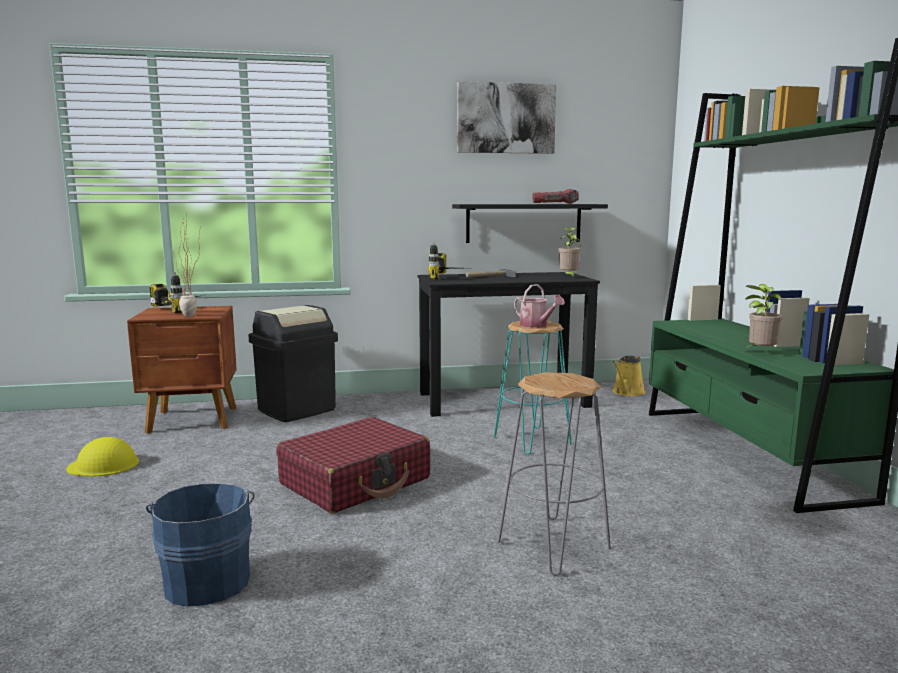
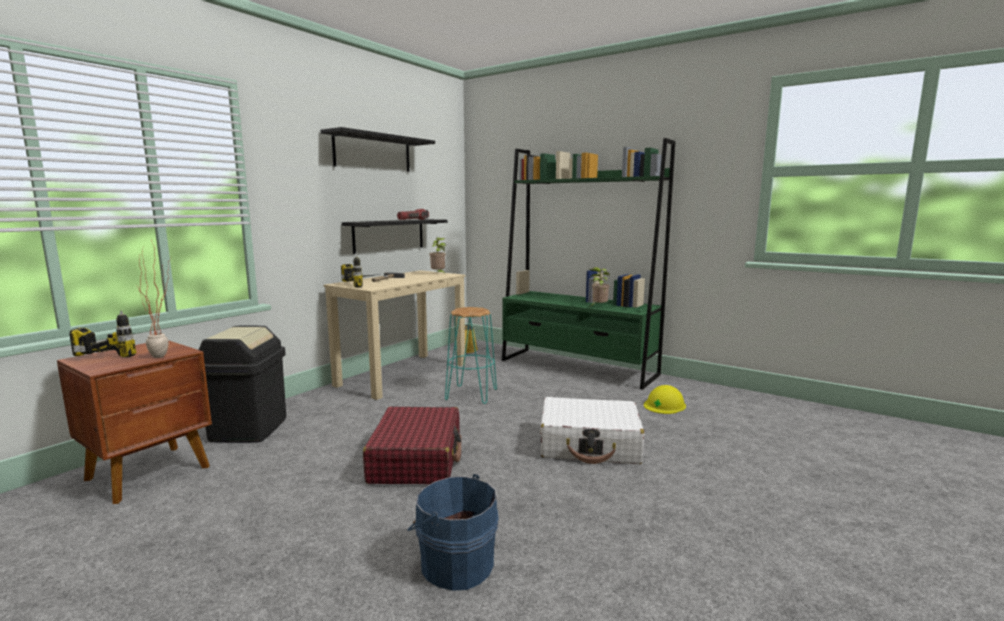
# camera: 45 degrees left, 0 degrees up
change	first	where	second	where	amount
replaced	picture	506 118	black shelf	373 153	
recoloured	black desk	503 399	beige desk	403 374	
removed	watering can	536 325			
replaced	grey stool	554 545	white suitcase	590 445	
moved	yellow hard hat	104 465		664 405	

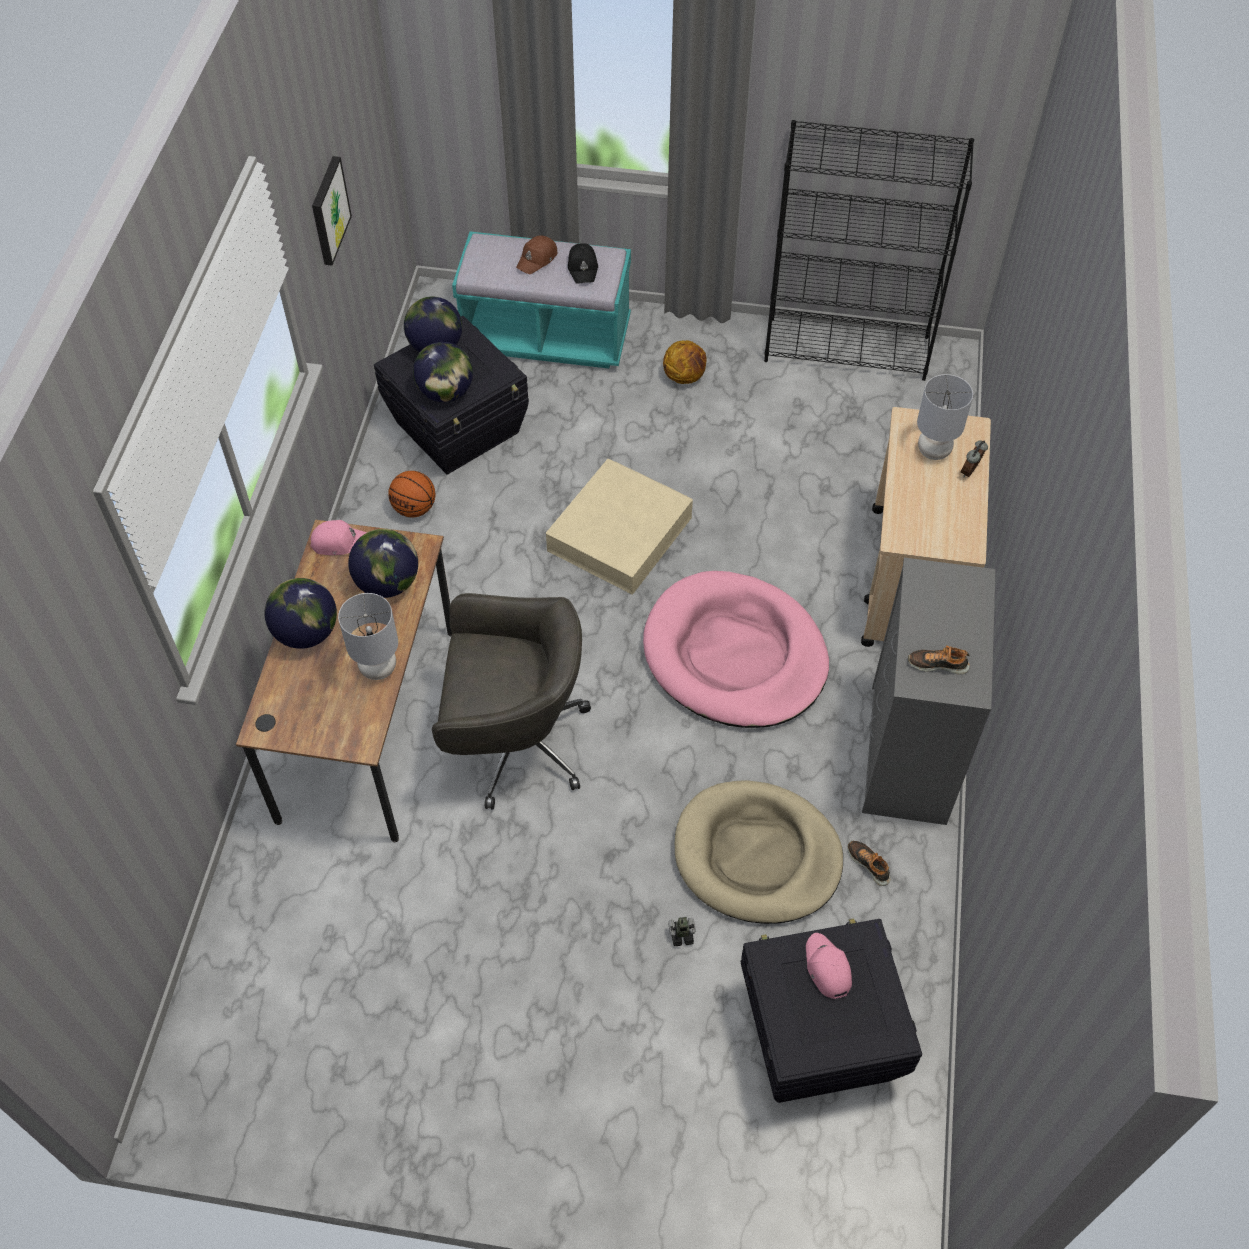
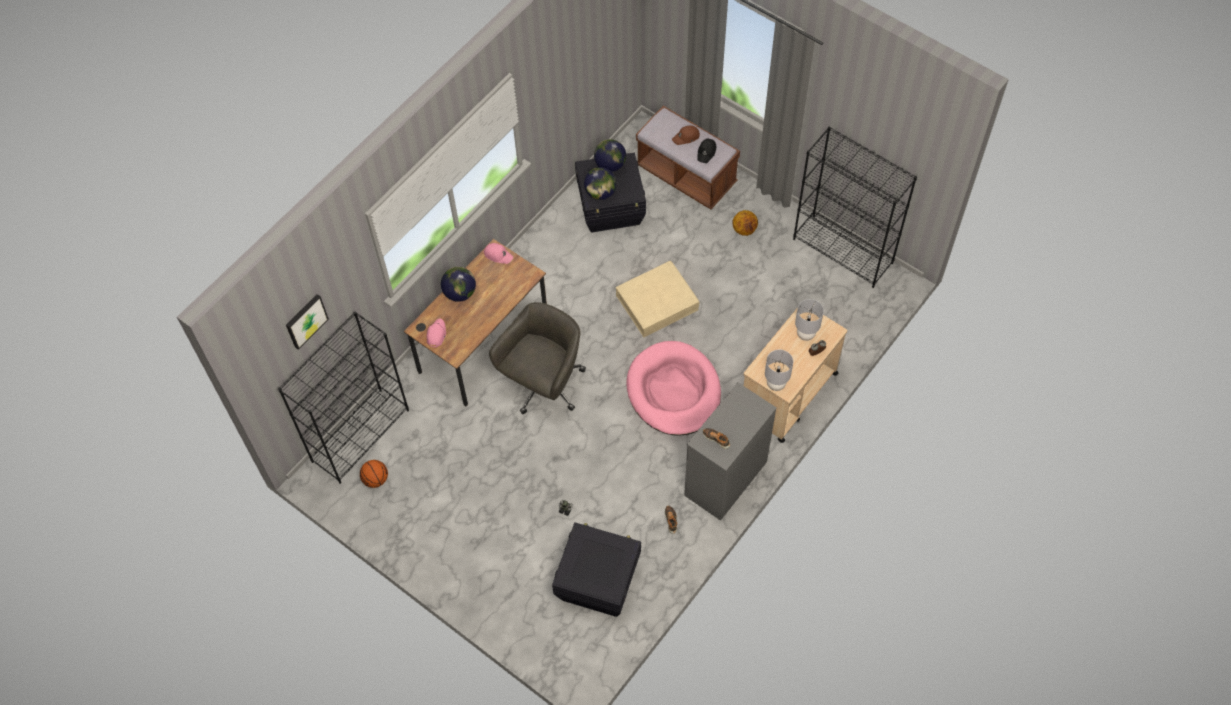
# camera: 30 degrees right, 5 degrees up
change	first	where	second	where	amount
moved	picture	328 210		305 320	
recoloured	turquoise bench	546 337	brown bench	686 175	
moved	basketball	414 508		375 479	
removed	globe	388 583			
moved	grey table lamp	378 669		775 384	
turned	grey office chair	513 742		544 384	90 degrees counterclockwise
removed	beige dog bed	757 856			
moved	pink cap	827 968		436 334	
added			black bookcase	360 435	

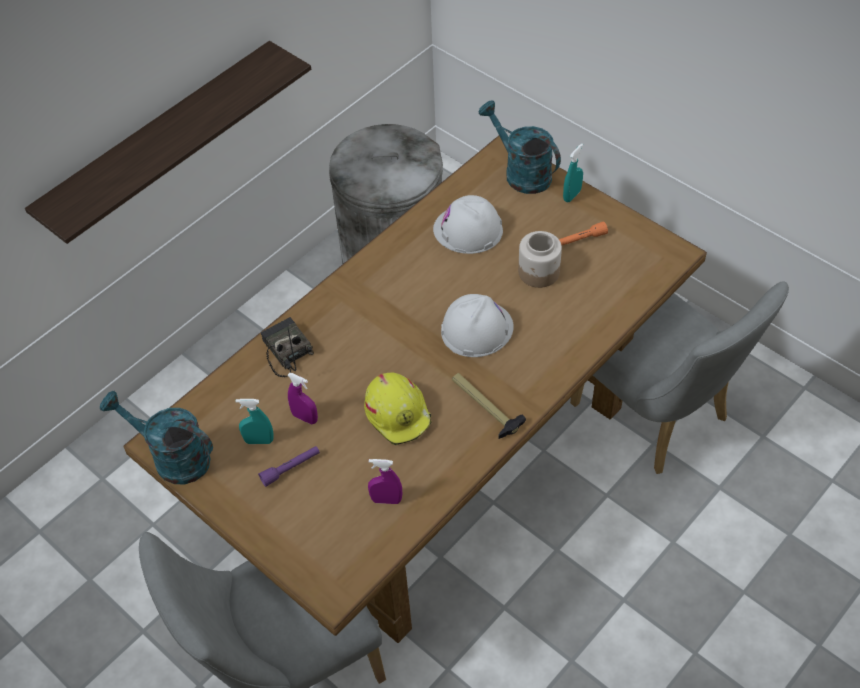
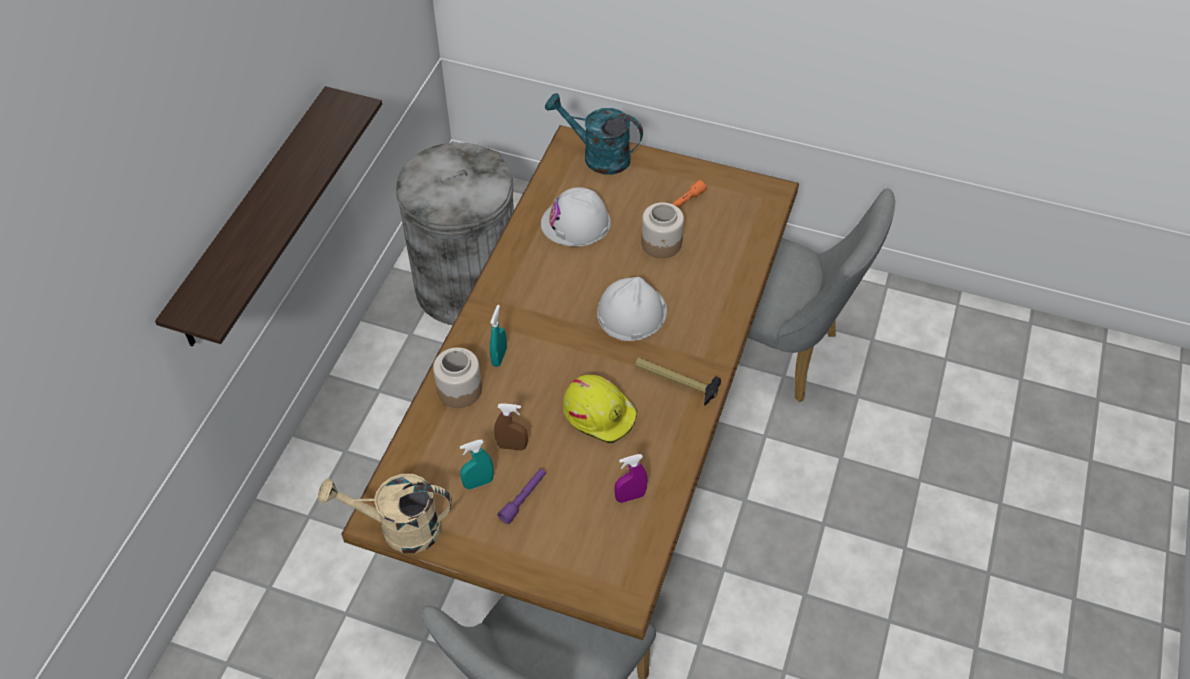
# camera: 25 degrees left, 0 degrees up
change	first	where	second	where	amount
moved	turquoise spray bottle	572 195		499 357	
replaced	radio	285 351	jar	459 389	
recoloured	purple spray bottle	305 417	brown spray bottle	512 446	
recoloured	turquoise watering can	172 457	beige watering can	399 528	

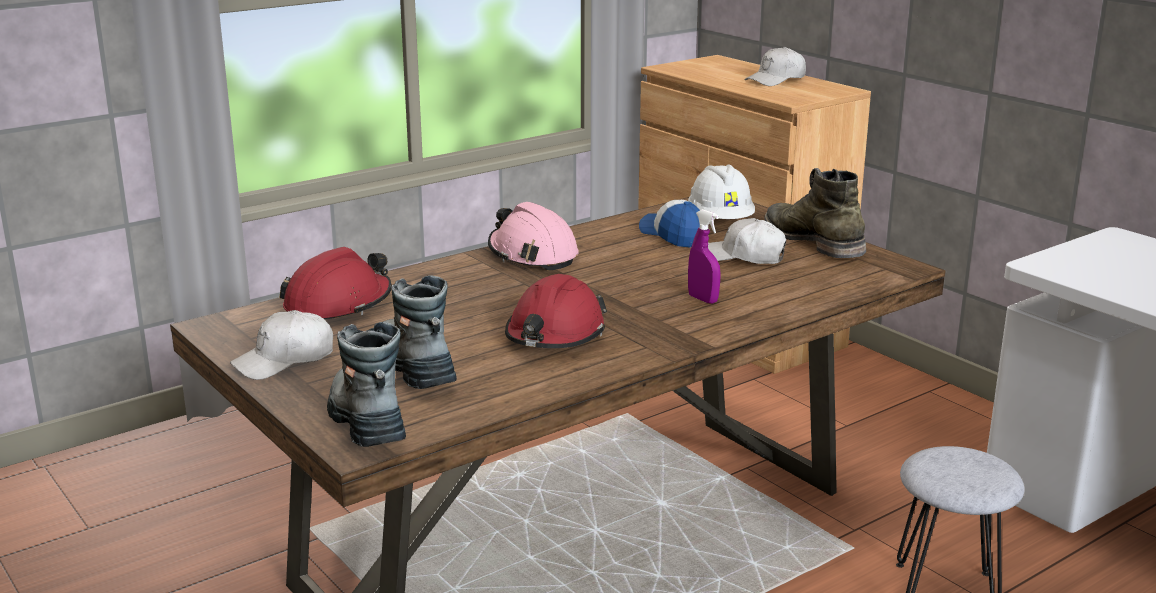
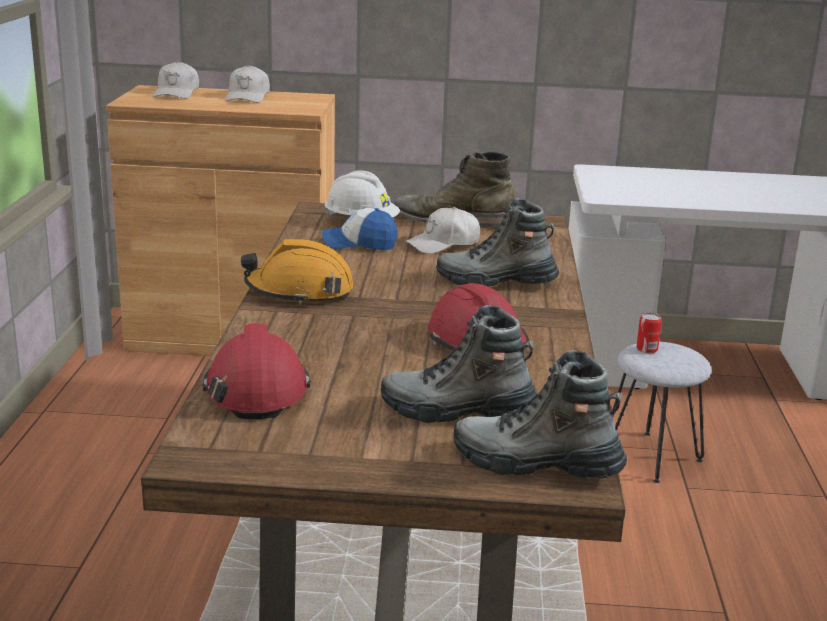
# camera: 50 degrees left, 0 degrees up
change	first	where	second	where	amount
recoloured	pink hard hat	532 255	orange hard hat	299 292	
replaced	purple spray bottle	703 299	boot	496 281	
moved	white cap	285 360		177 93	
added			can	647 349	

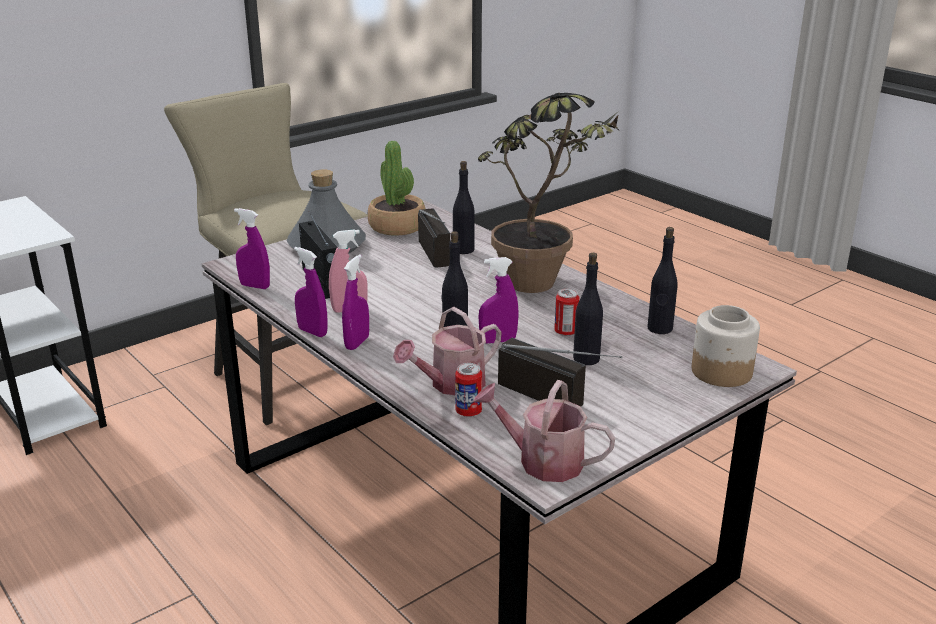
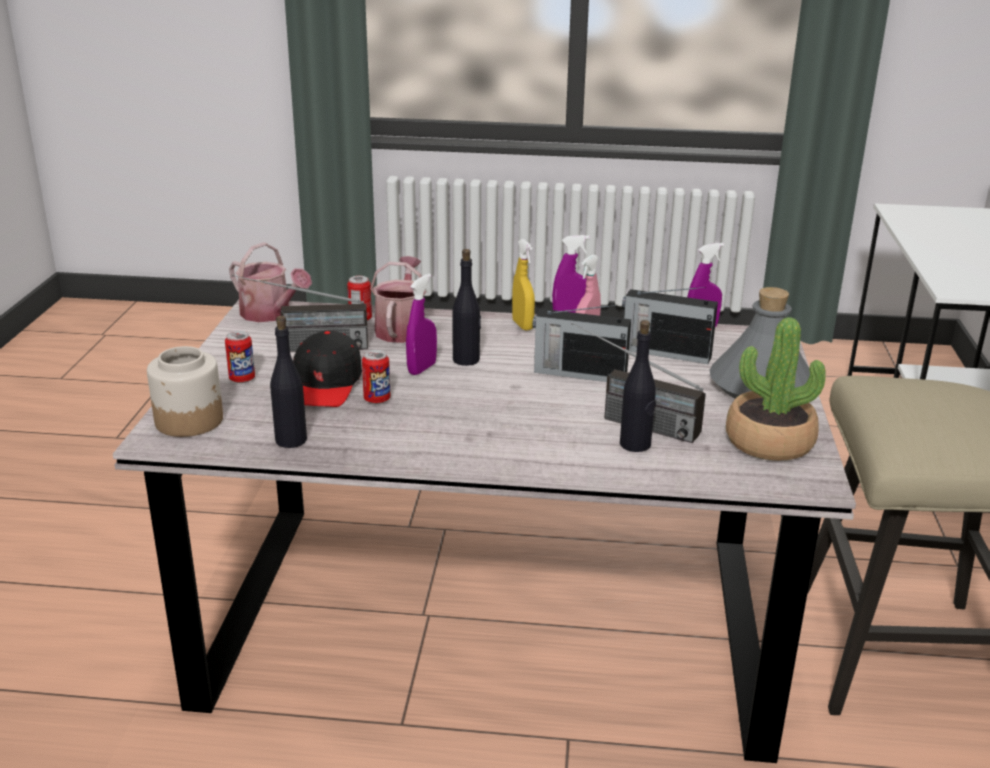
# camera: 135 degrees right, 0 degrees up
change	first	where	second	where	amount
removed	potted plant	542 289			
replaced	black bottle	586 359	black cap	325 384	
recoloured	purple spray bottle	357 343	yellow spray bottle	522 325	
turned	watering can	542 461		270 314	60 degrees clockwise
added			radio	578 373	
added			can	242 379	

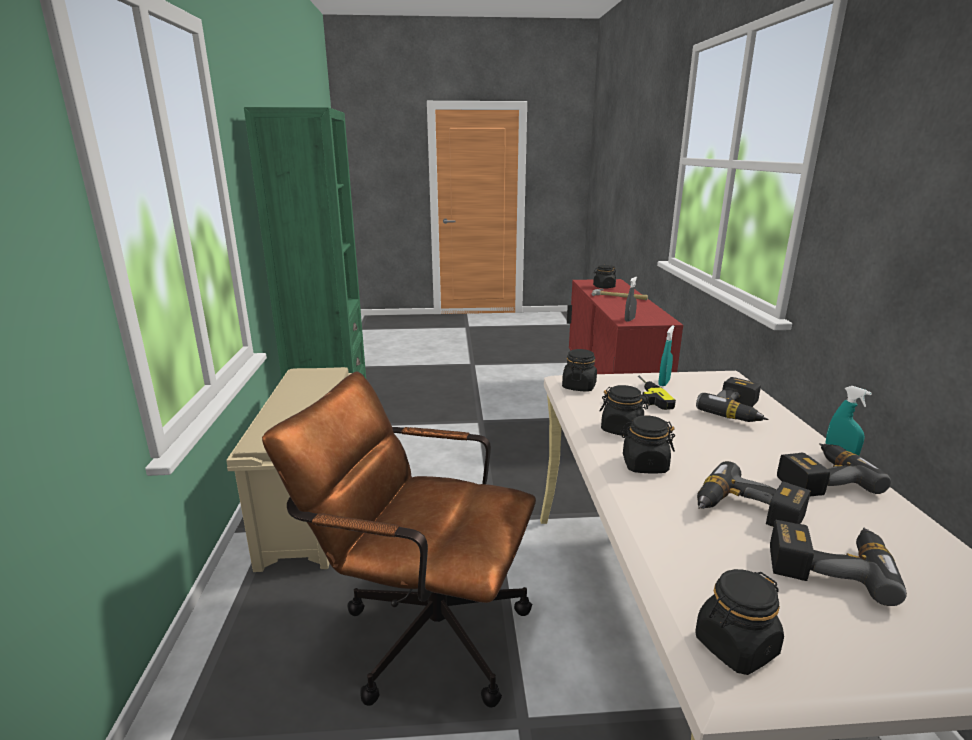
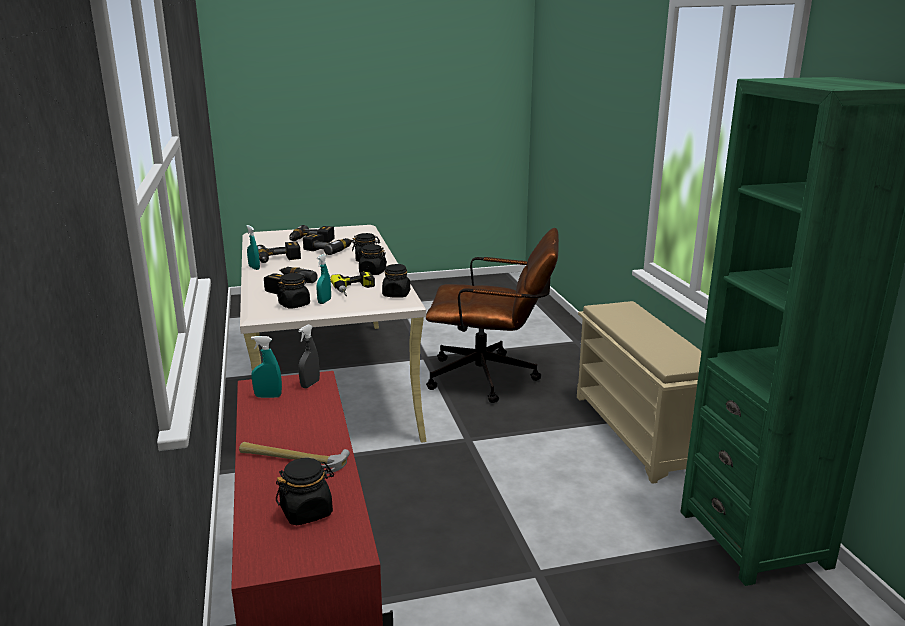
# camera: 170 degrees right, 0 degrees up
change	first	where	second	where	amount
moved	black jar	735 646		294 304	
added			turquoise spray bottle	268 396	

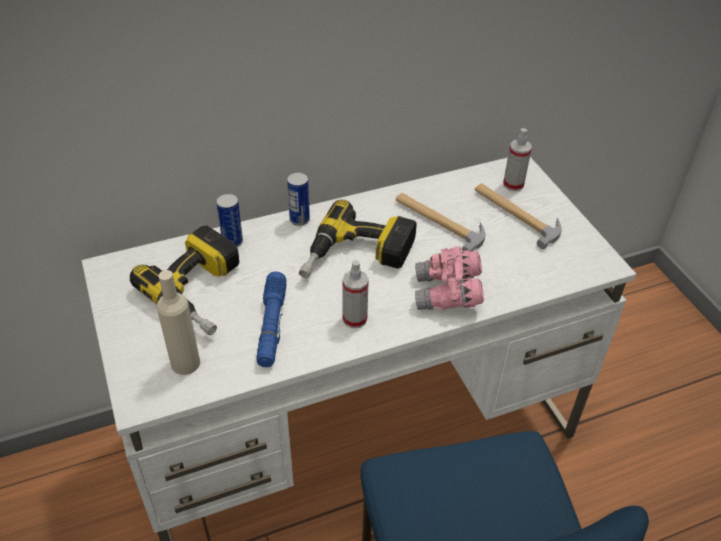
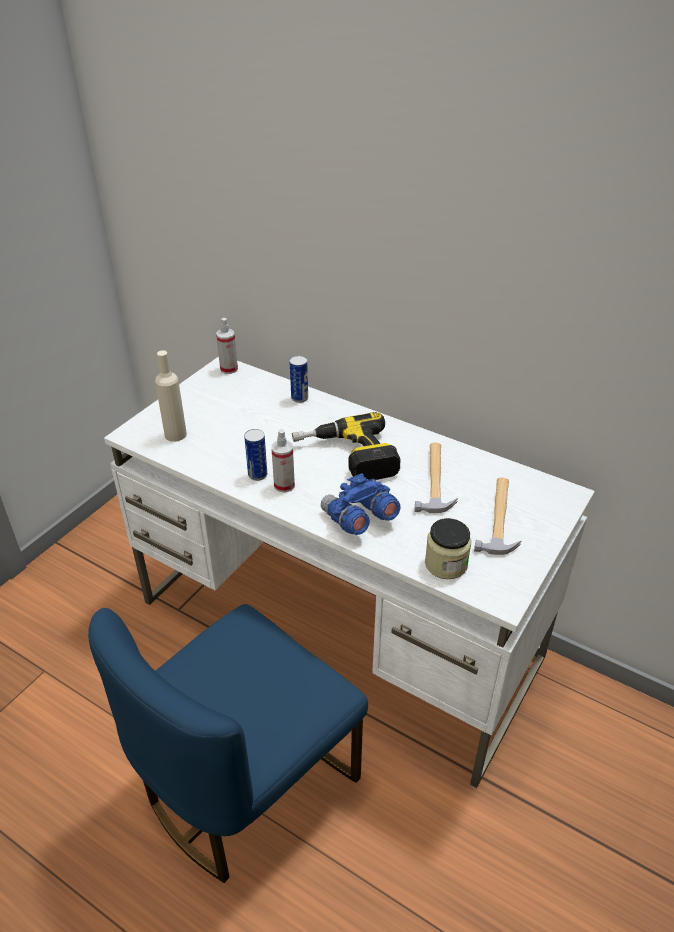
# camera: 55 degrees right, 5 degrees down
change	first	where	second	where	amount
moved	spray bottle	513 184		229 369	
moved	can	299 219		257 475	
removed	power drill	202 291			
recoloured	pink binoculars	448 294	blue binoculars	358 519	
removed	blue flashlight	271 325			
added			jar	446 564	

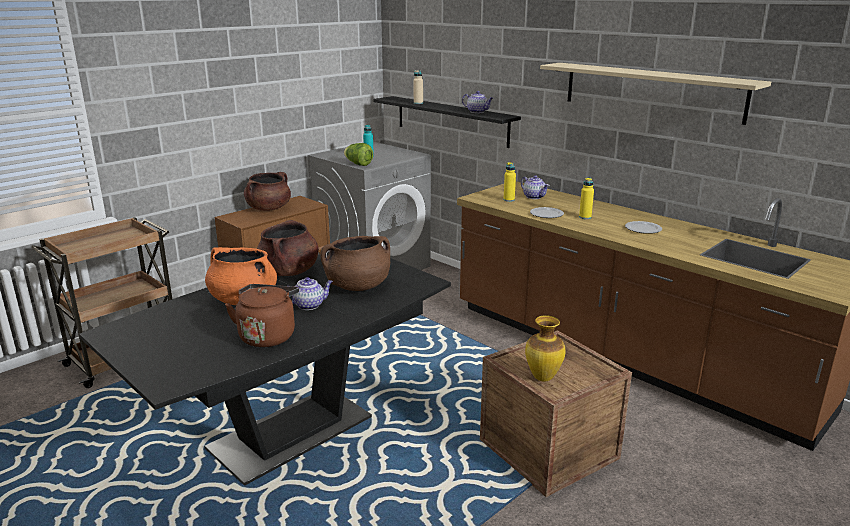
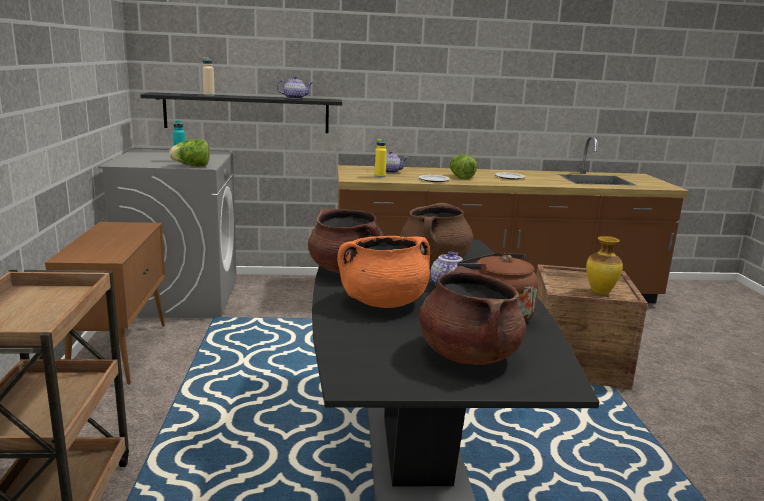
# camera: 50 degrees left, 5 degrees down
change	first	where	second	where	amount
removed	beige shelf	651 91			
moved	brown cooking pot	269 208		468 354	
replaced	yellow bottle	585 217	lettuce	460 177	

